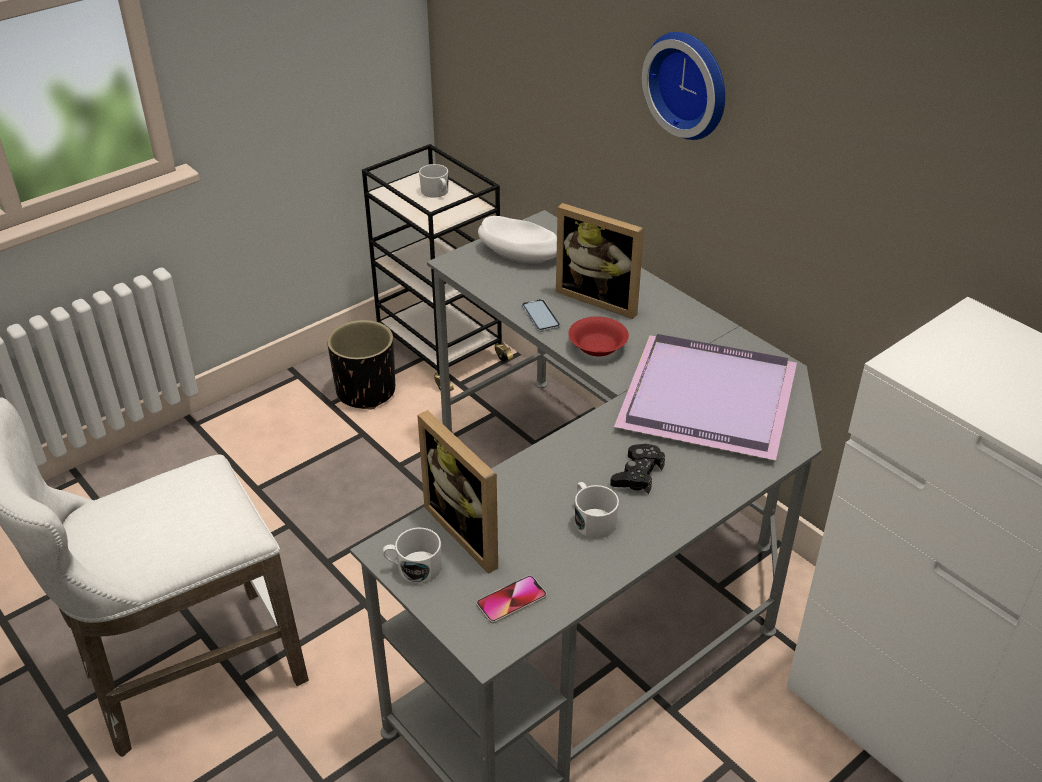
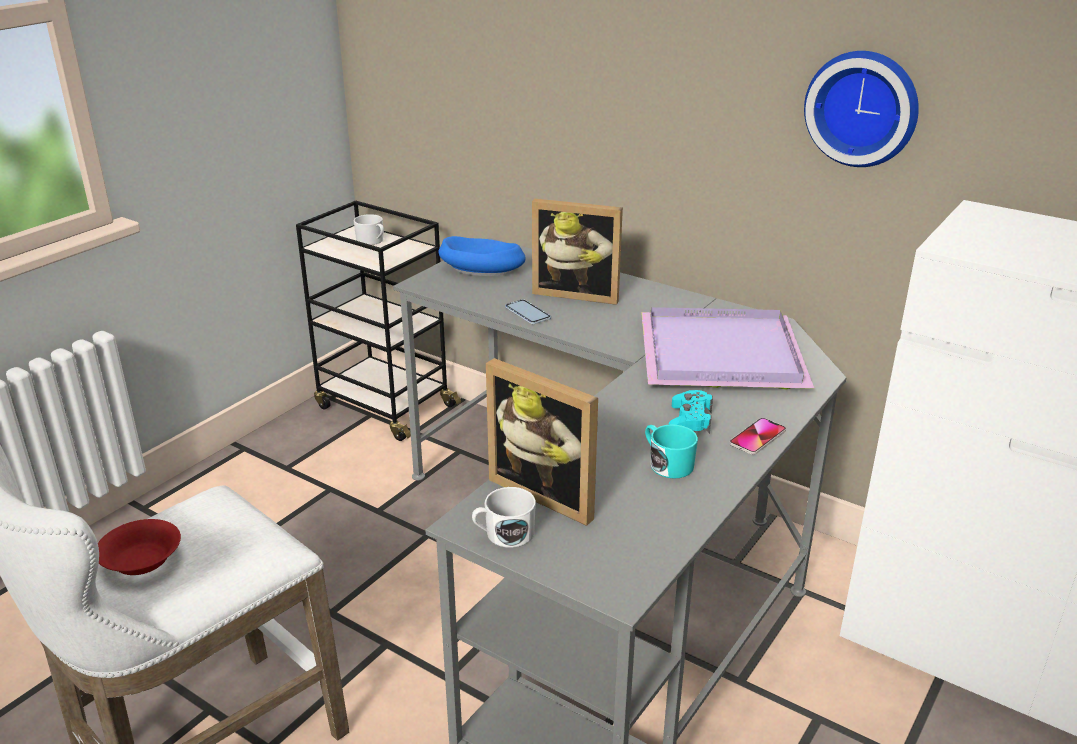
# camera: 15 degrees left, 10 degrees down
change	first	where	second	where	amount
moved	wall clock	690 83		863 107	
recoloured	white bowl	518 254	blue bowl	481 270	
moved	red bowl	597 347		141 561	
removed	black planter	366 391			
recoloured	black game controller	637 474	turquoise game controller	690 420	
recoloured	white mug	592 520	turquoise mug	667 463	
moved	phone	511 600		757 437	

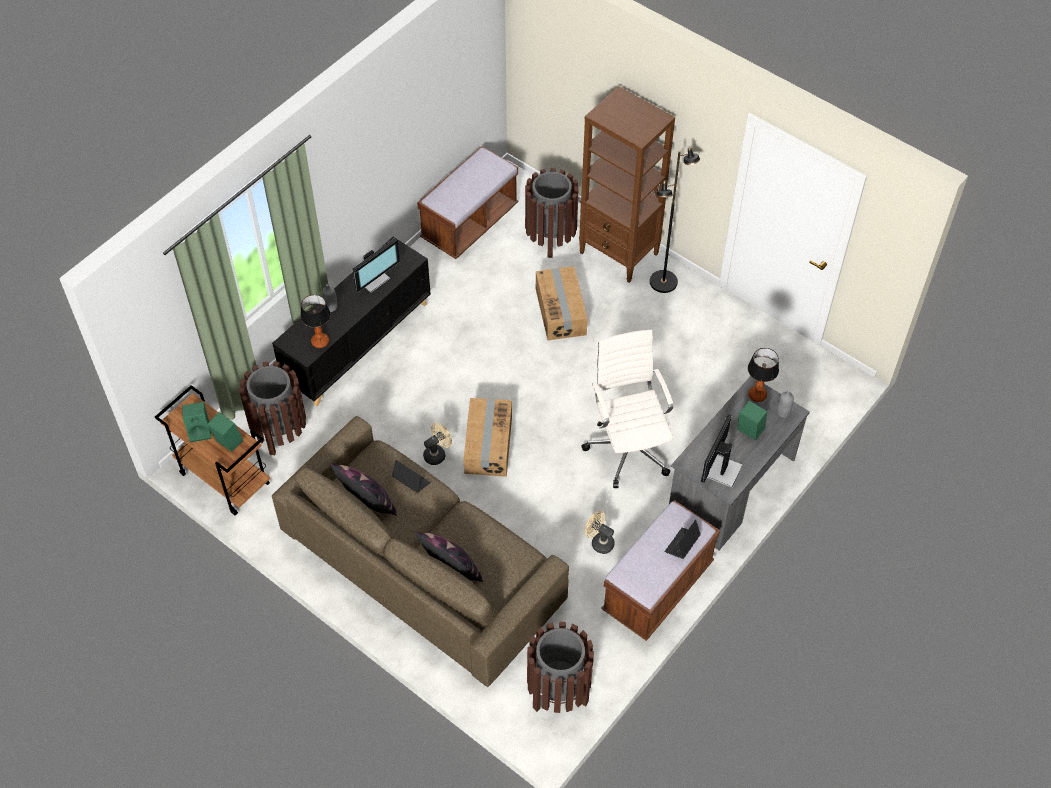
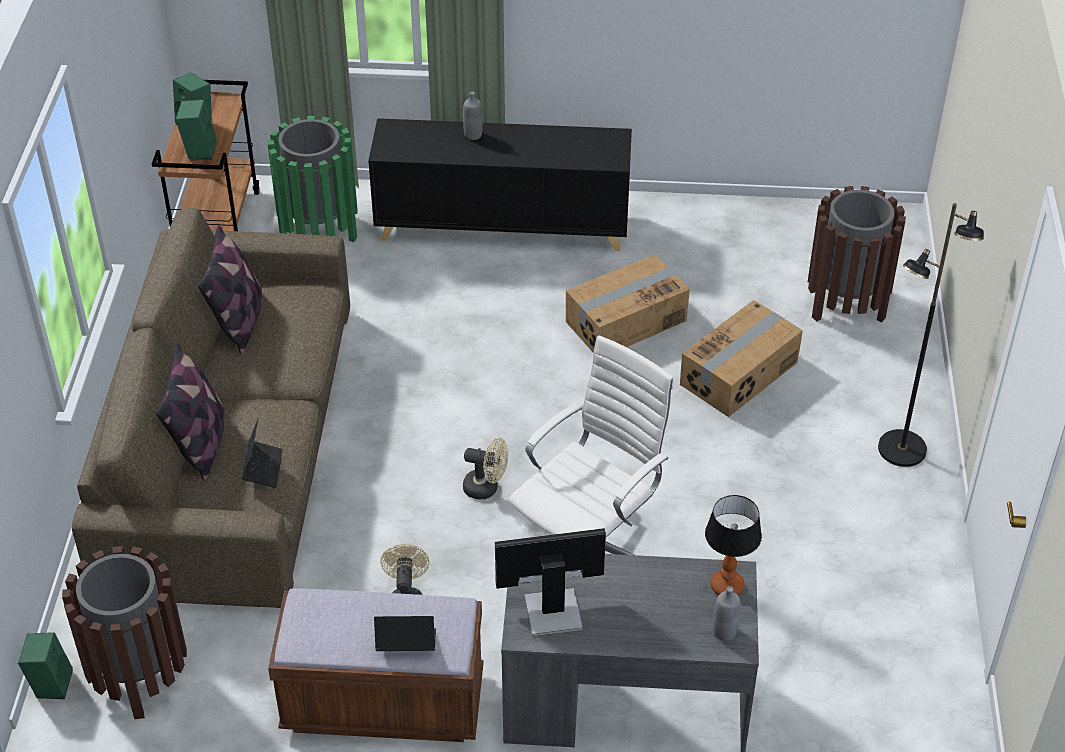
# camera: 55 degrees right, 10 degrees down
change	first	where	second	where	amount
removed	brown bookcase	619 254			
removed	brown bench	469 223			
removed	monitor	373 279			
removed	table lamp	320 342			
recoloured	brown trash can	280 431	green trash can	319 231	
moved	cardboard box	487 445		625 321	
moved	green speaker	748 431		51 683	
moved	beige fan	437 454		486 488	
moved	laptop	411 481		262 468	

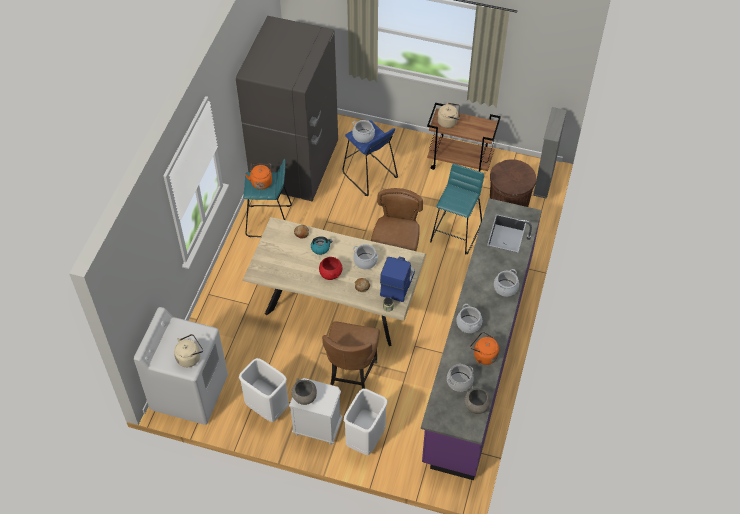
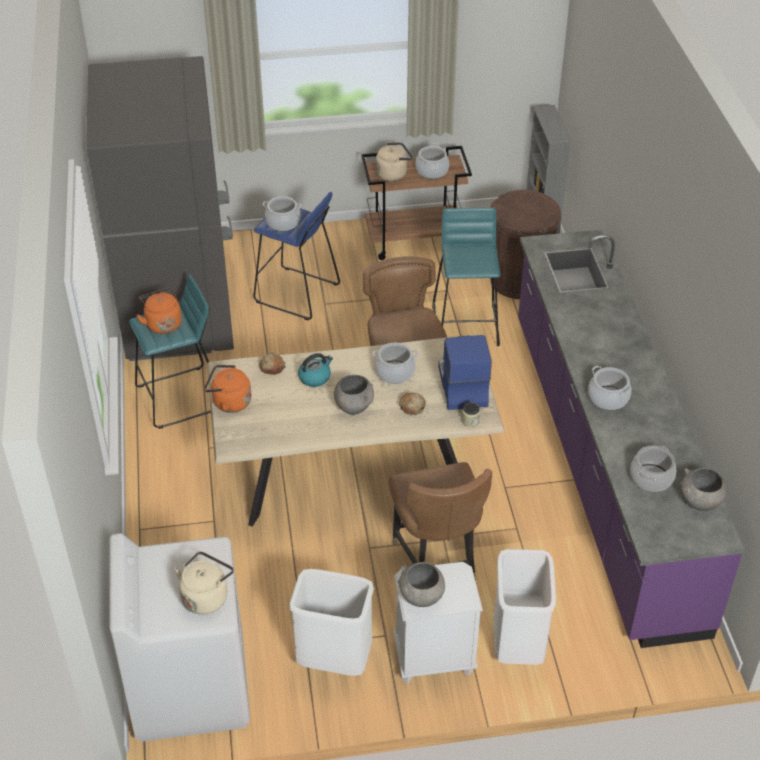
# camera: 25 degrees left, 10 degrees down
change	first	where	second	where	amount
recoloured	red bowl	331 274	grey bowl	354 407	
moved	cooking pot	505 288		431 171	
moved	orange kettle	483 355		229 402	

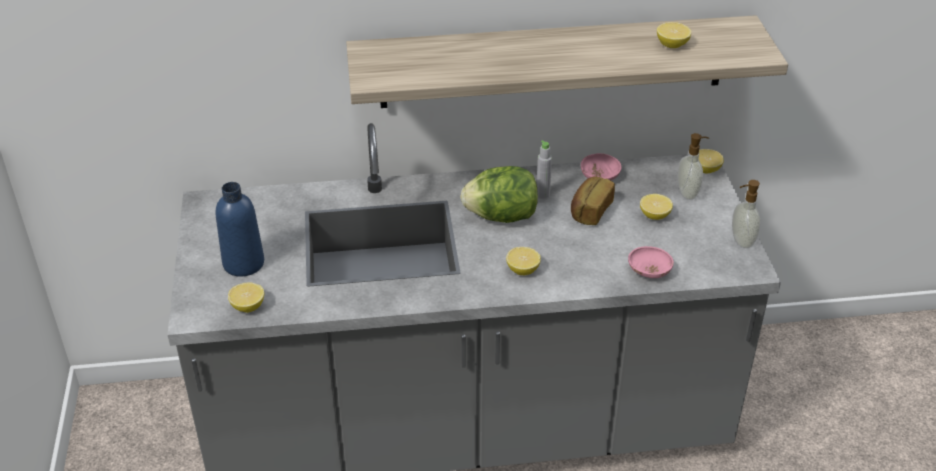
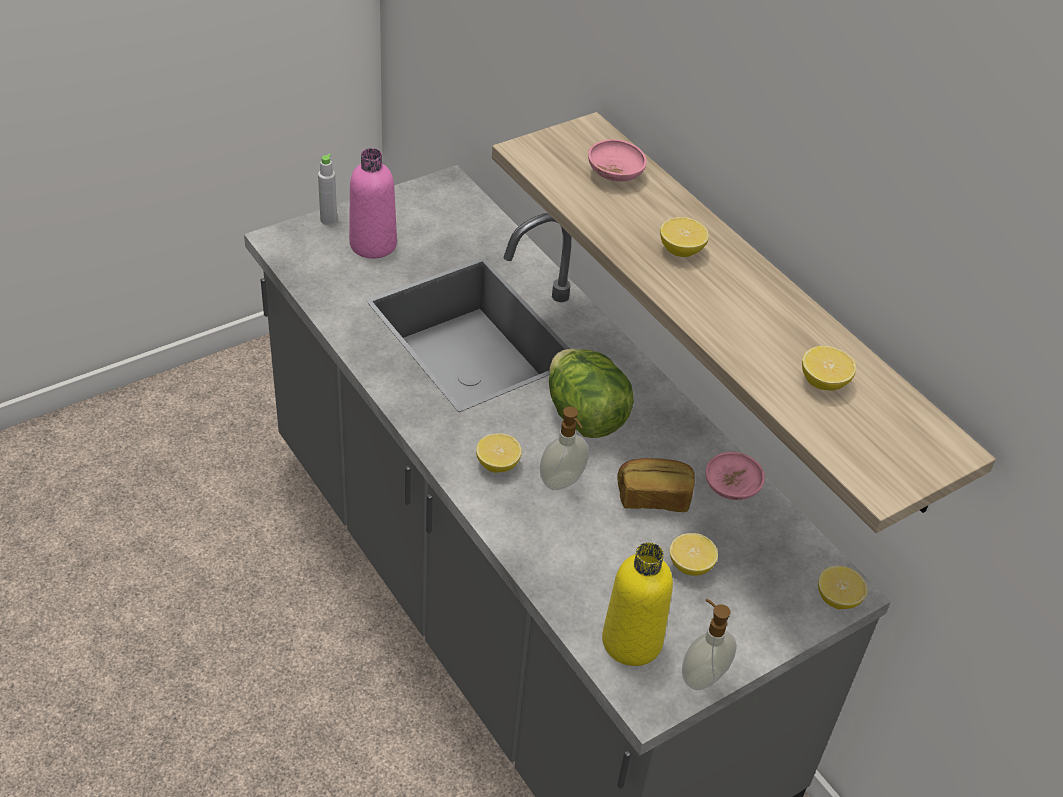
# camera: 60 degrees right, 5 degrees up
change	first	where	second	where	amount
moved	soap dispenser	688 193		563 482	
moved	grey bottle	542 195		328 220	
recoloured	blue bottle	243 263	pink bottle	373 244	
moved	pink bowl	649 272		615 174	
moved	lemon	248 306		681 250	
added			yellow bottle	632 641	

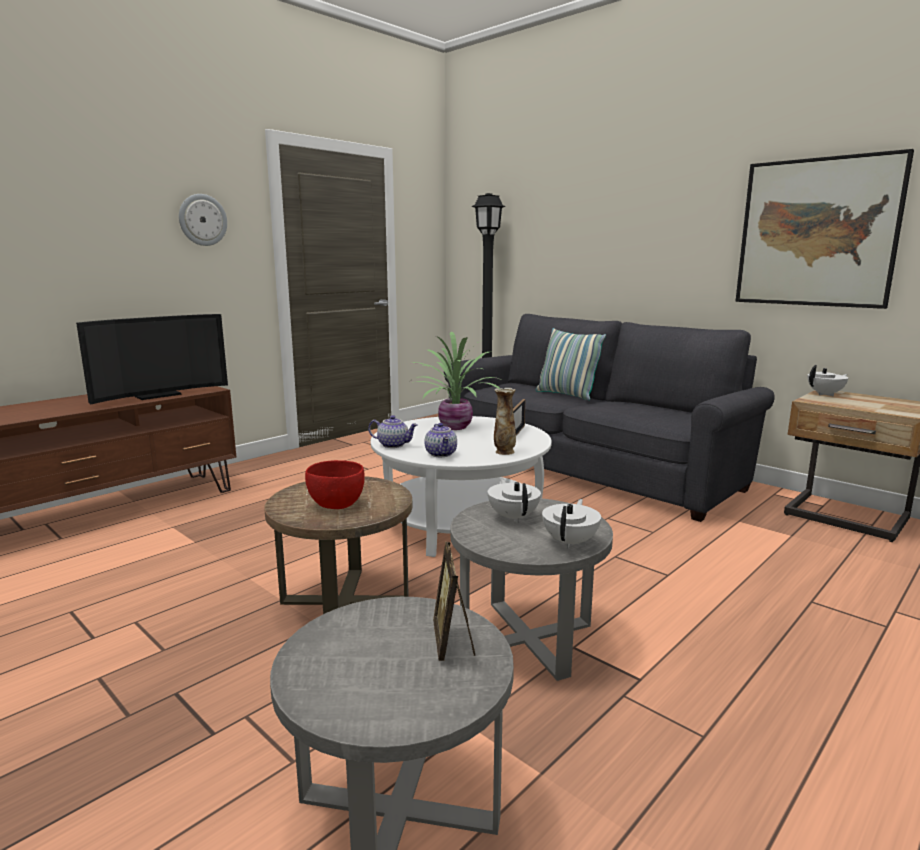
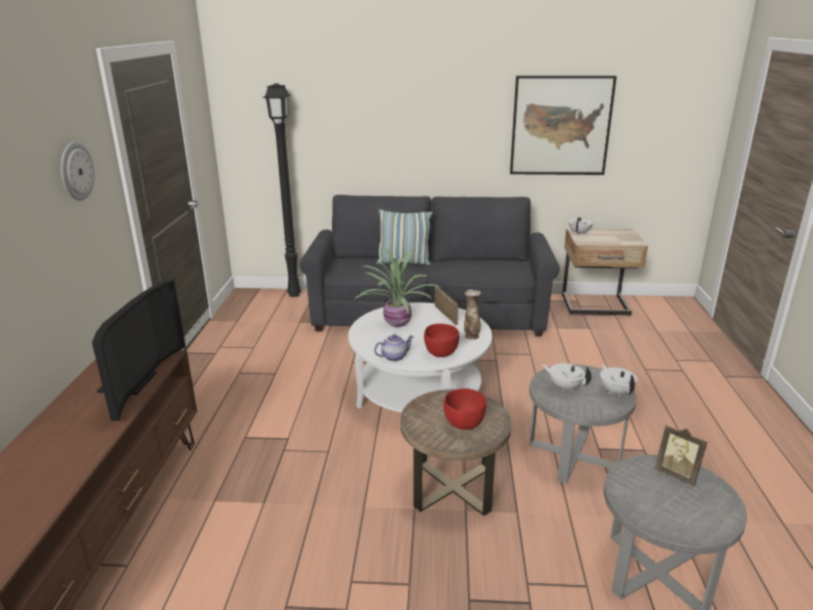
# camera: 40 degrees left, 10 degrees up
change	first	where	second	where	amount
replaced	teapot	441 454	red bowl	441 353	

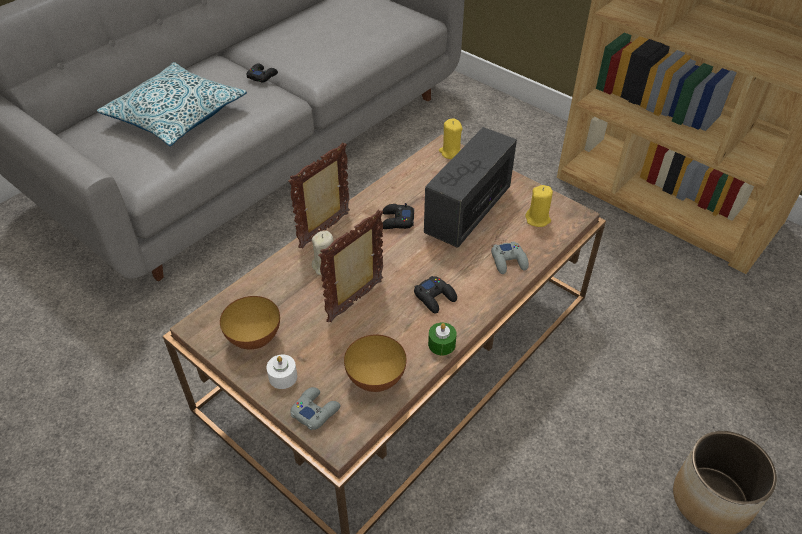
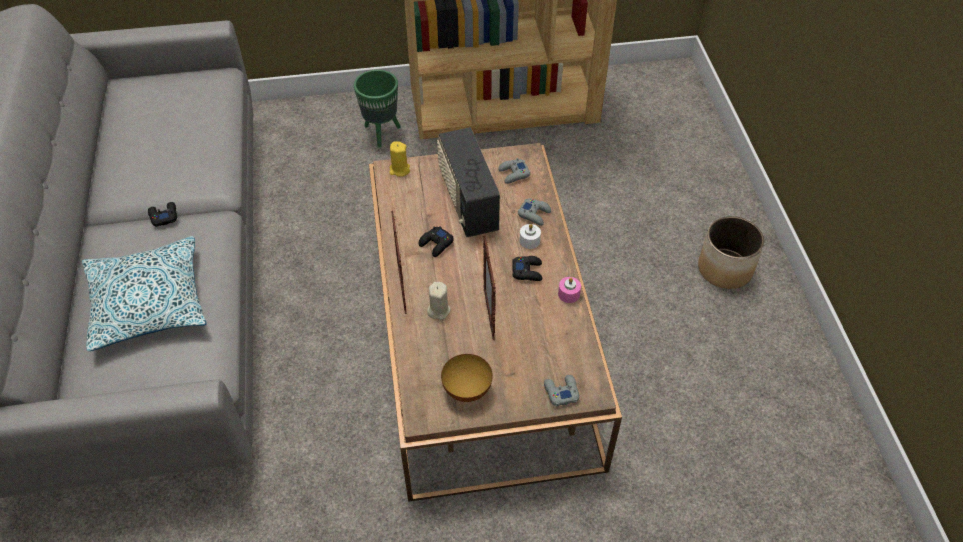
# camera: 50 degrees left, 5 degrees up
change	first	where	second	where	amount
replaced	yellow candle	538 219	grey game controller	514 174	
recoloured	green candle	441 344	pink candle	569 294	
removed	bowl	376 379			
moved	white candle	283 377		529 240	
added			green planter	381 133	

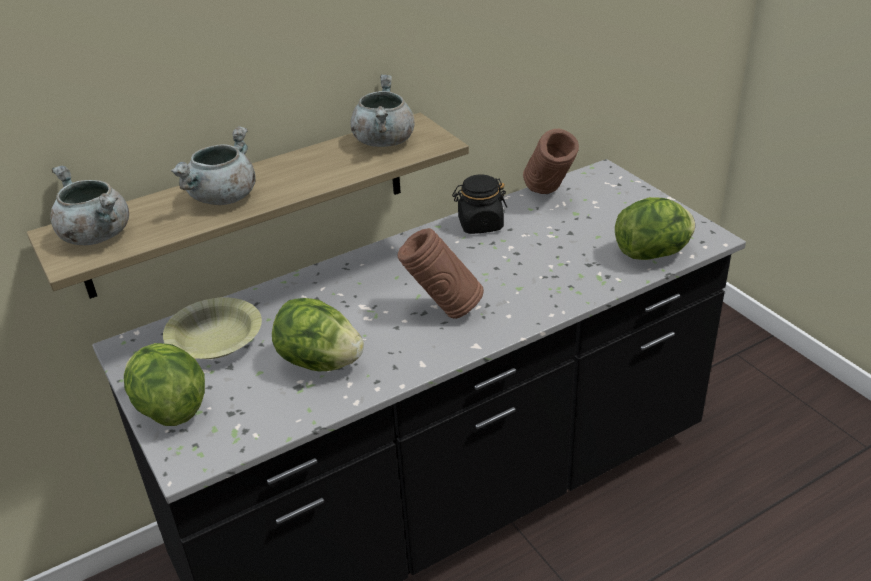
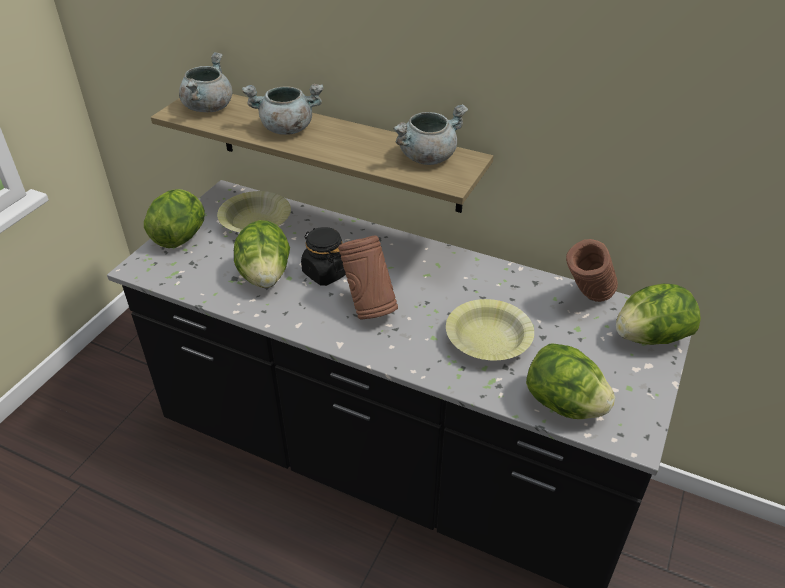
# camera: 55 degrees right, 5 degrees up
change	first	where	second	where	amount
moved	black jar	480 224		325 272	
added			lettuce	650 338	
added			yellow bowl	488 340	

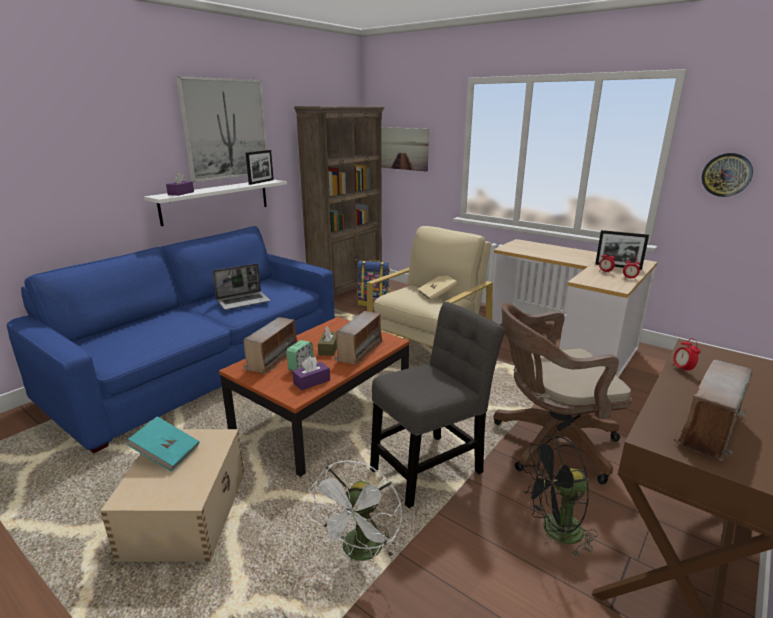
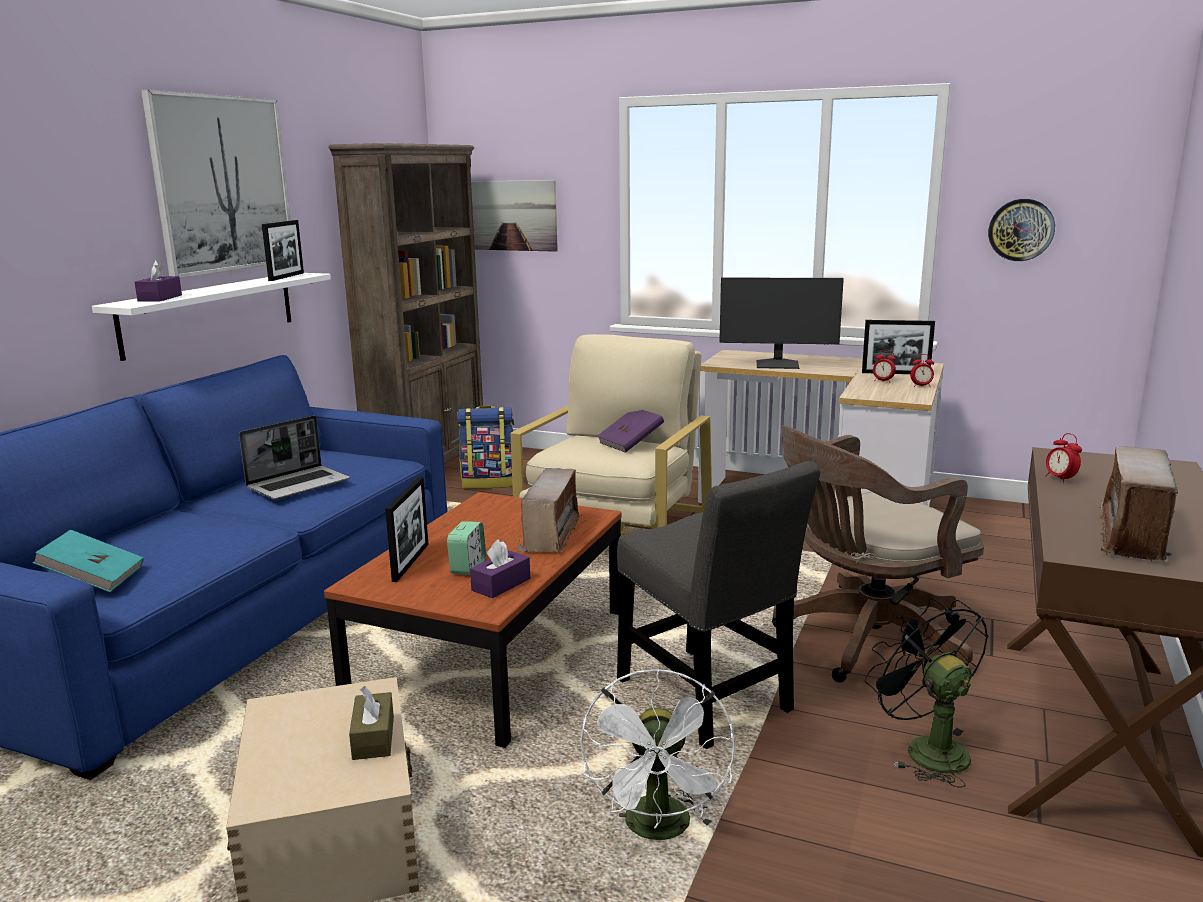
# camera: 15 degrees left, 5 degrees down
change	first	where	second	where	amount
recoloured	beige book	437 295	purple book	630 443	
turned	grey chair	430 467		707 700	105 degrees clockwise
replaced	radio	273 359	picture frame	411 562	
moved	brown tissue box	329 349		373 738	
moved	turquoise book	166 454		94 579	
turned	black fan	554 532		925 749	90 degrees clockwise
added			monitor	777 365	

